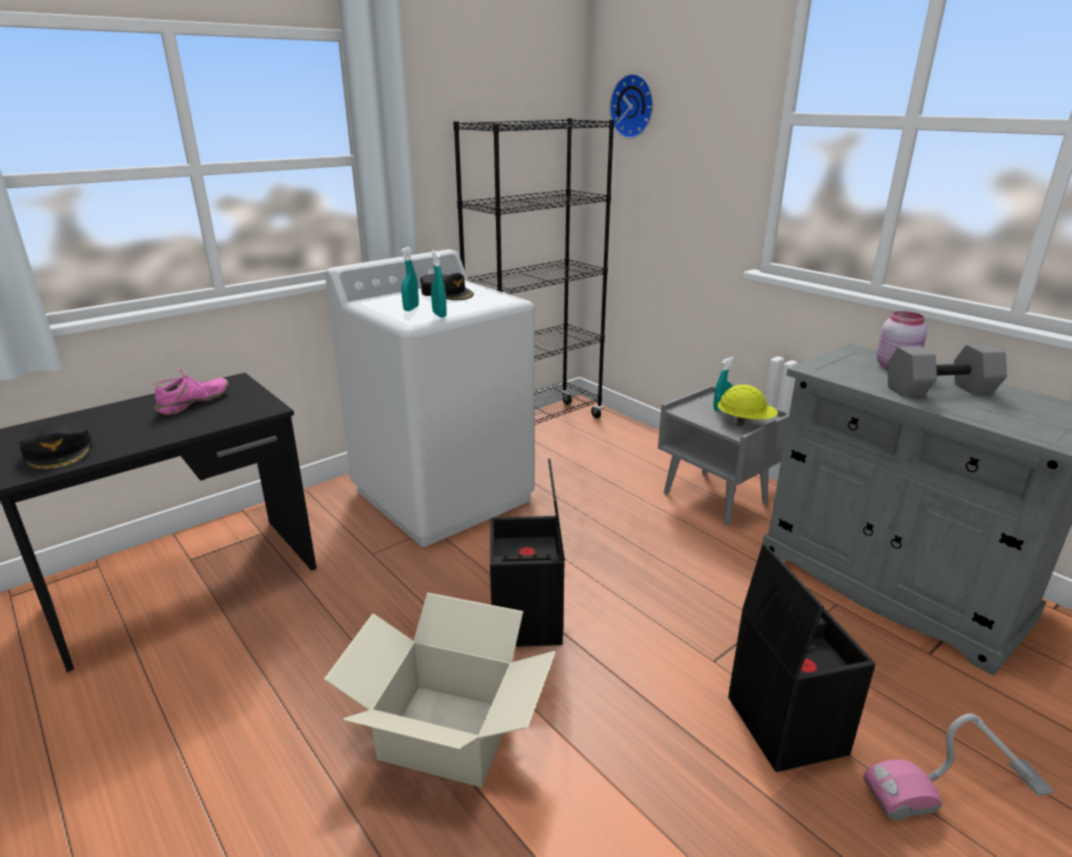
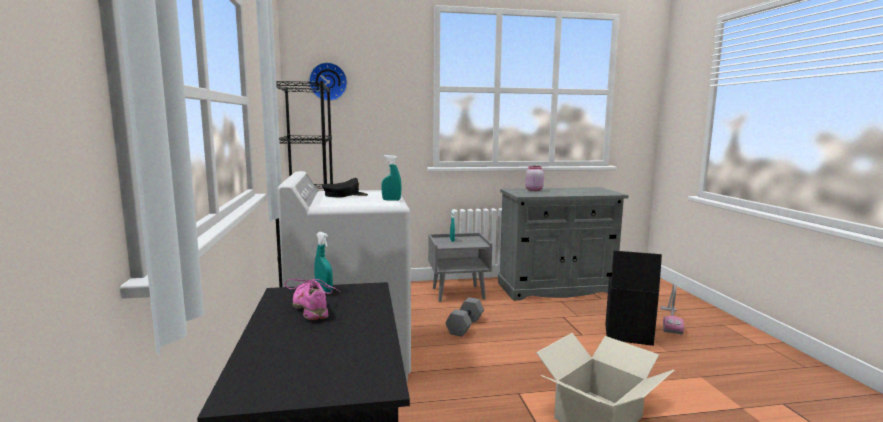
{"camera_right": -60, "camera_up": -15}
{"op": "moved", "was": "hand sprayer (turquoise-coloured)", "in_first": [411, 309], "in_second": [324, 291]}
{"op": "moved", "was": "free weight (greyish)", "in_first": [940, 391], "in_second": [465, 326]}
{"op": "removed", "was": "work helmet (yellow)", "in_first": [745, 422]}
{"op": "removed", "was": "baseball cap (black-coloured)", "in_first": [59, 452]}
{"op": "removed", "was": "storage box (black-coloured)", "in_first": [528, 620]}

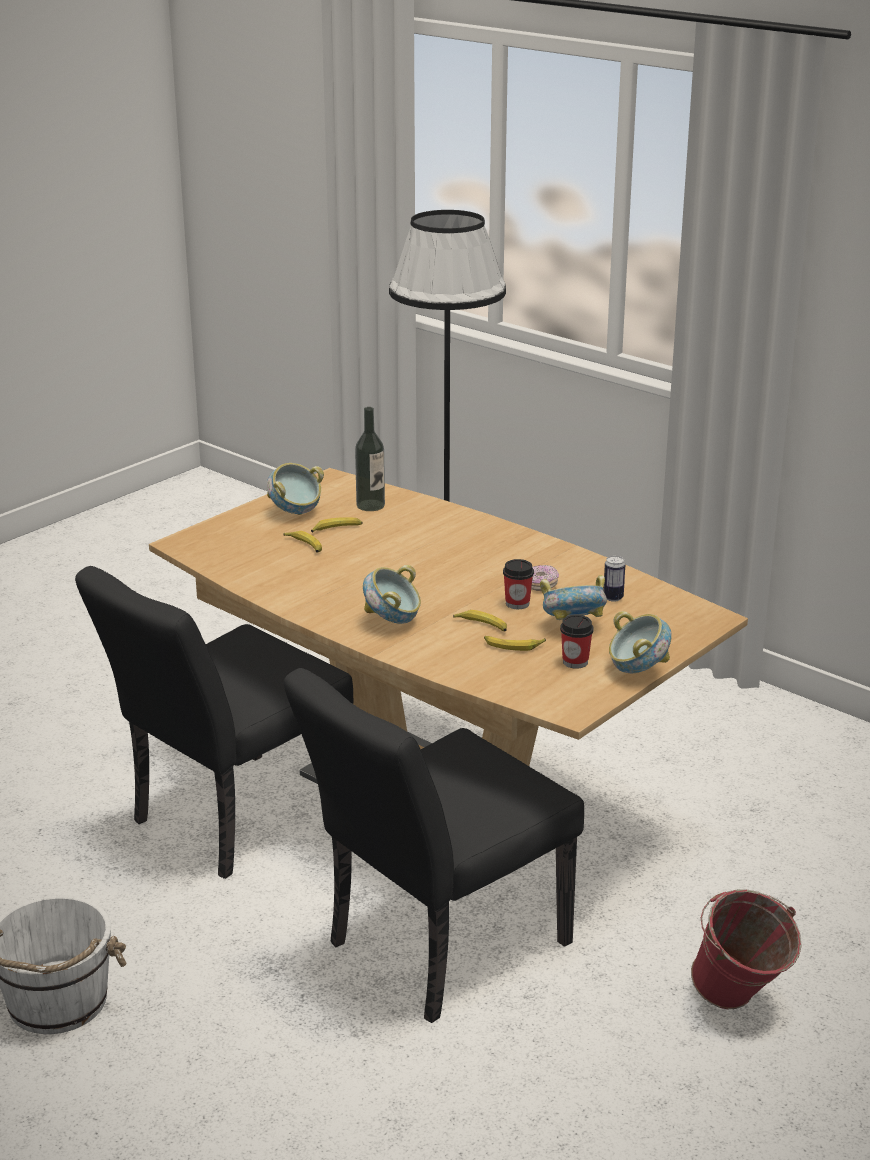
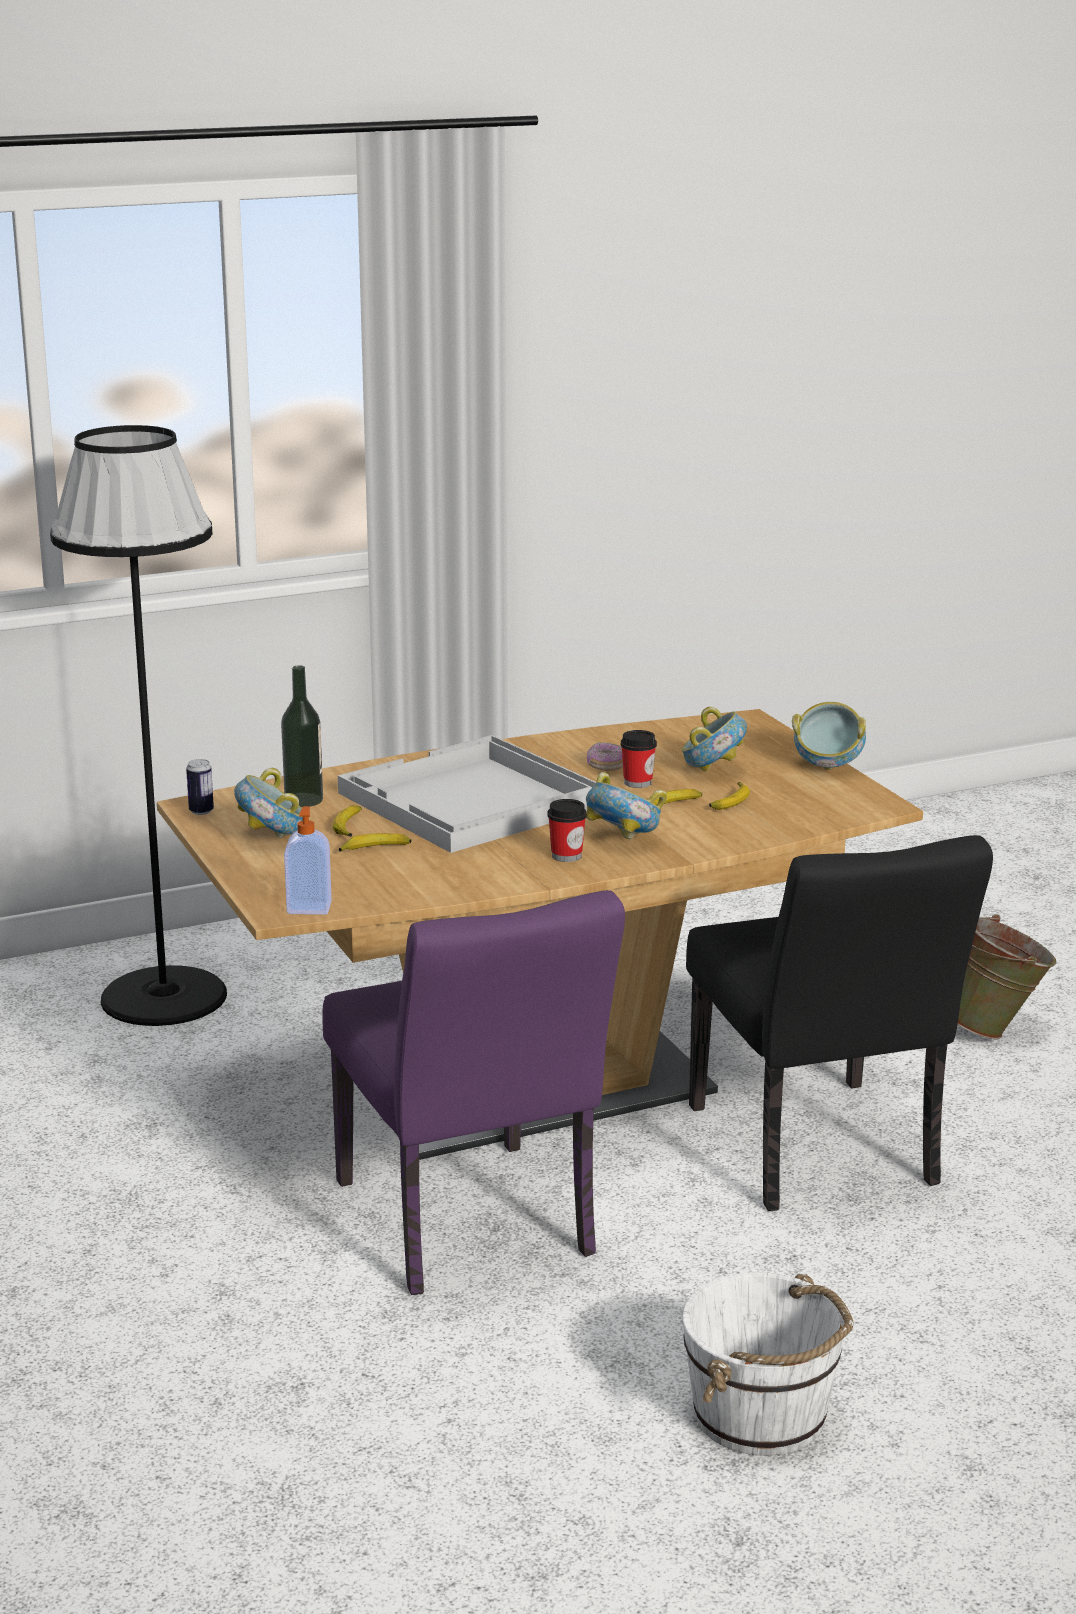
{"camera_right": -65, "camera_up": -5}
{"op": "moved", "was": "sealed can", "in_first": [613, 598], "in_second": [201, 811]}
{"op": "recoloured", "was": "upright chair (black-coloured)", "now": "upright chair (purple)", "in_first": [228, 821], "in_second": [471, 1229]}
{"op": "moved", "was": "cup", "in_first": [575, 662], "in_second": [566, 856]}
{"op": "recoloured", "was": "water bucket (reddish)", "now": "water bucket (green-coloured)", "in_first": [738, 1004], "in_second": [995, 1031]}
{"op": "added", "now": "serving tray (whitish)", "in_second": [472, 800]}
{"op": "added", "now": "soap dispenser", "in_second": [309, 908]}

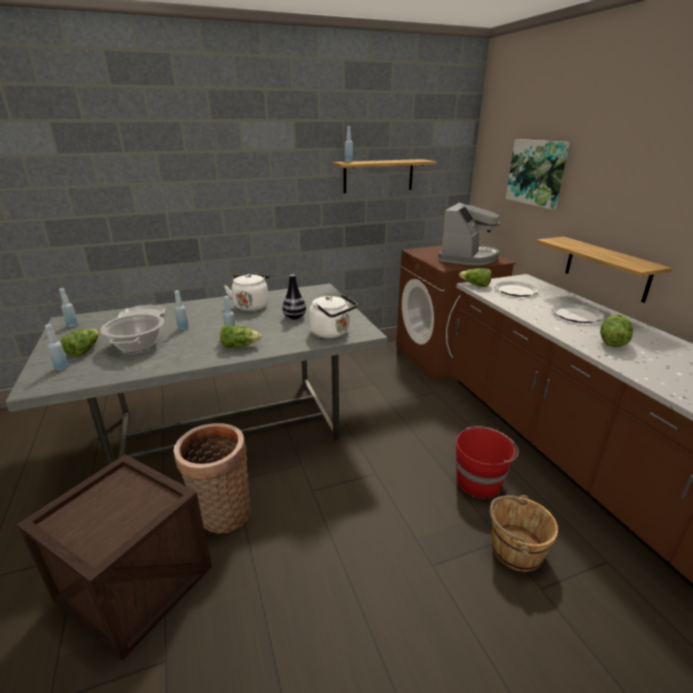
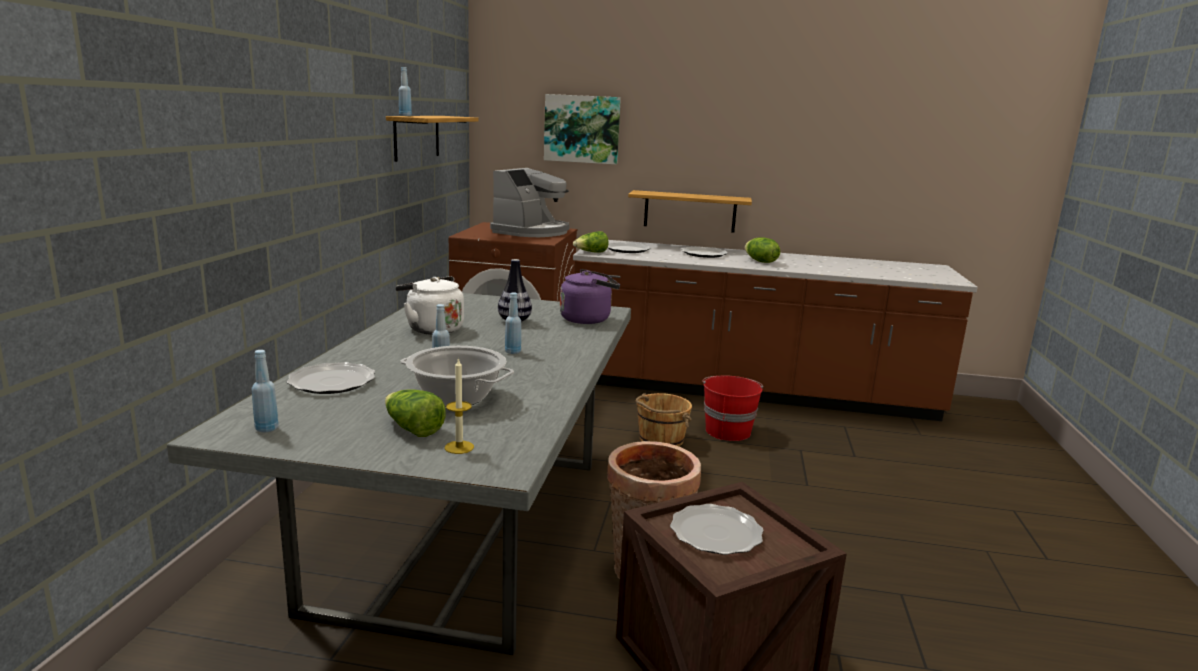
{"camera_right": -60, "camera_up": -10}
{"op": "turned", "was": "coffee machine", "in_first": [468, 257], "in_second": [532, 232], "clockwise": 60}
{"op": "recoloured", "was": "tea kettle (whitish)", "now": "tea kettle (purple)", "in_first": [332, 333], "in_second": [588, 319]}
{"op": "replaced", "was": "beverage bottle (blue-coloured)", "now": "wax candle", "in_first": [62, 367], "in_second": [459, 447]}
{"op": "removed", "was": "head of lettuce", "in_first": [240, 346]}
{"op": "moved", "was": "water bucket (brown-coloured)", "in_first": [515, 549], "in_second": [660, 439]}
{"op": "added", "now": "dinner plate", "in_second": [716, 533]}

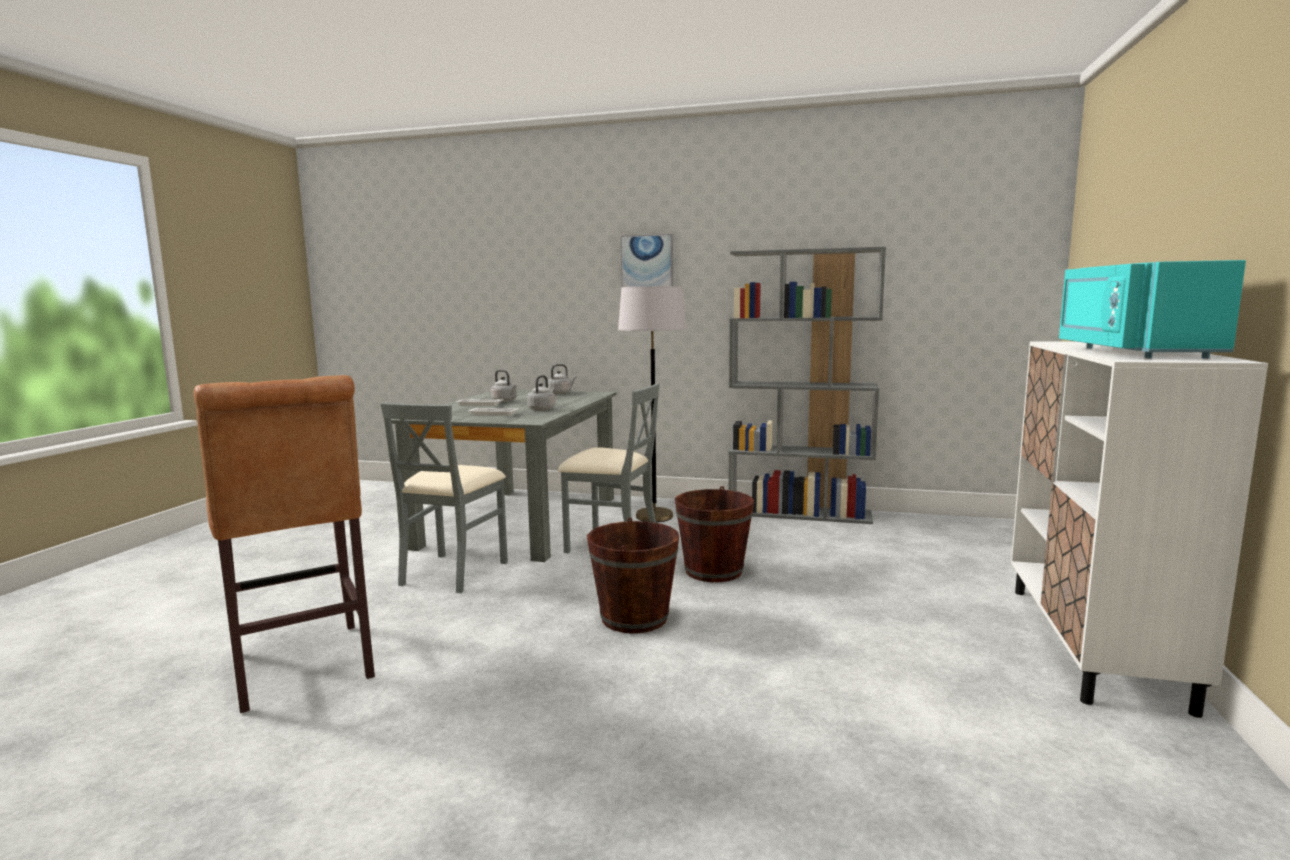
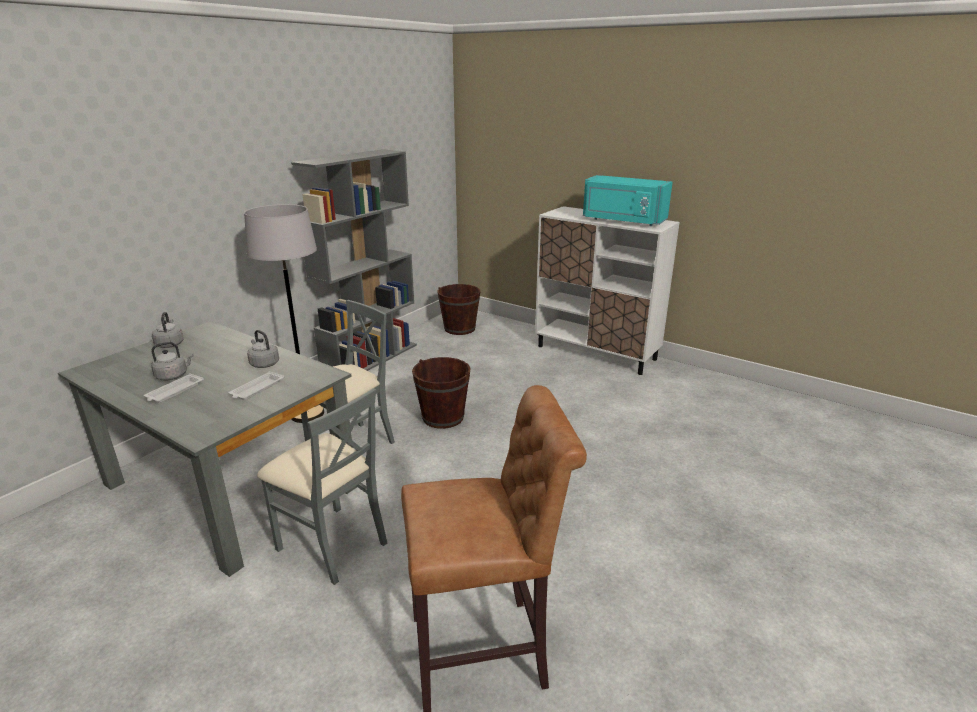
{"camera_right": -70, "camera_up": 15}
{"op": "removed", "was": "wall art", "in_first": [647, 262]}
{"op": "moved", "was": "water bucket (brown-coloured)", "in_first": [634, 618], "in_second": [459, 328]}

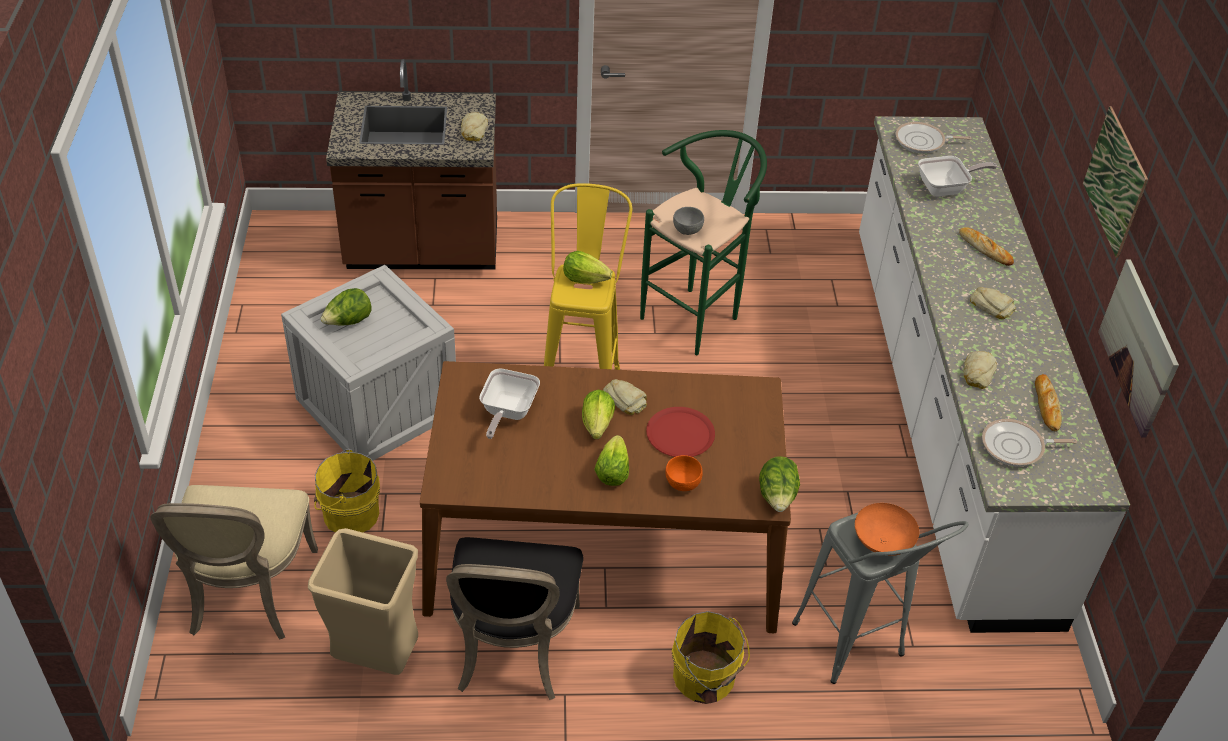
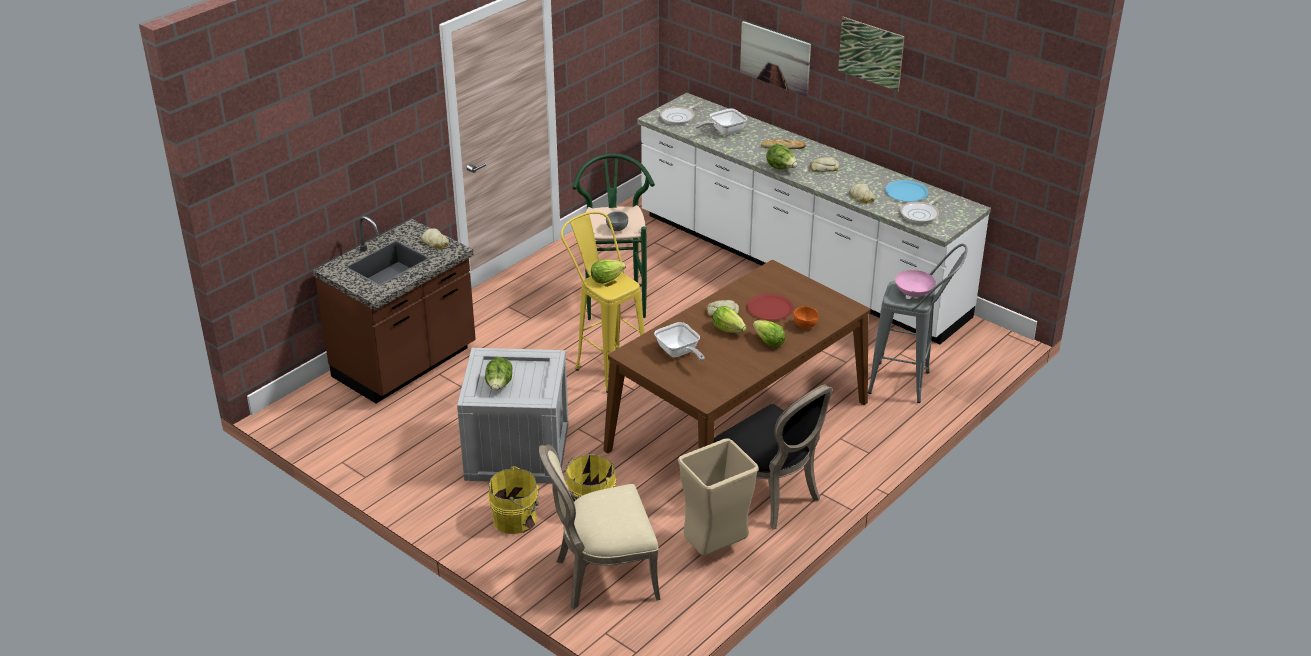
{"camera_right": -45, "camera_up": -10}
{"op": "turned", "was": "pan", "in_first": [946, 188], "in_second": [724, 132], "clockwise": -150}
{"op": "moved", "was": "wall art", "in_first": [1138, 347], "in_second": [775, 58]}
{"op": "replaced", "was": "bakery bread", "now": "dinner plate (blue-coloured)", "in_first": [1046, 405], "in_second": [906, 192]}
{"op": "moved", "was": "head of lettuce", "in_first": [777, 497], "in_second": [781, 168]}
{"op": "turned", "was": "upright chair (beige-coloured)", "in_first": [248, 595], "in_second": [602, 577], "clockwise": 120}
{"op": "recoloured", "was": "bowl (orange)", "now": "bowl (pink-coloured)", "in_first": [883, 543], "in_second": [914, 293]}
{"op": "moved", "was": "water bucket (yellow)", "in_first": [706, 679], "in_second": [517, 519]}

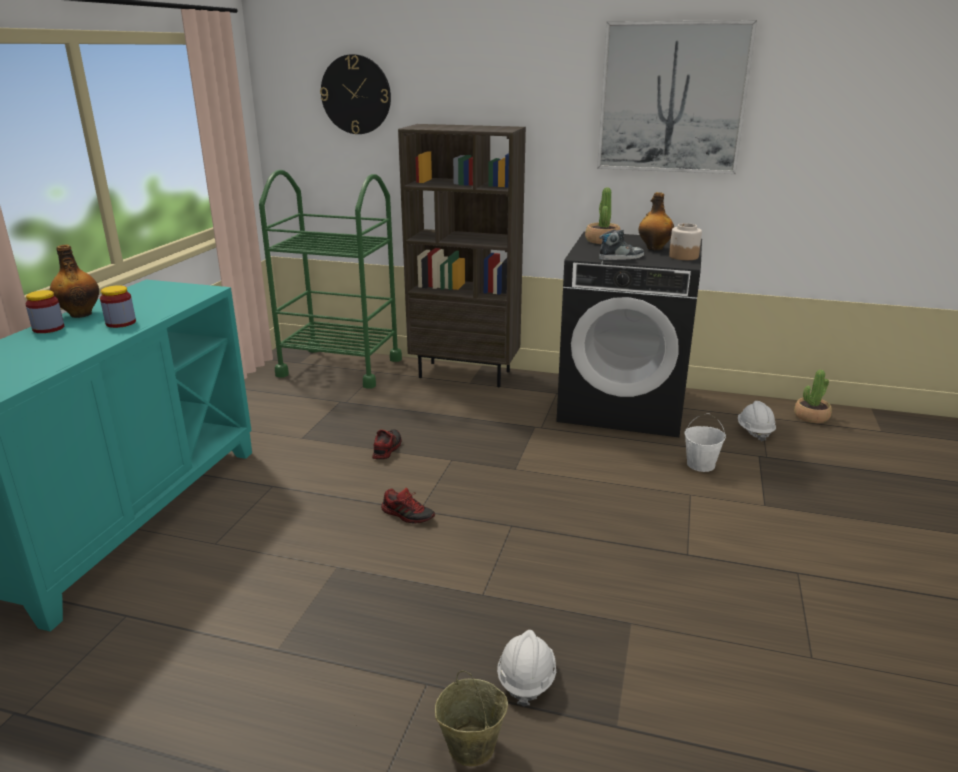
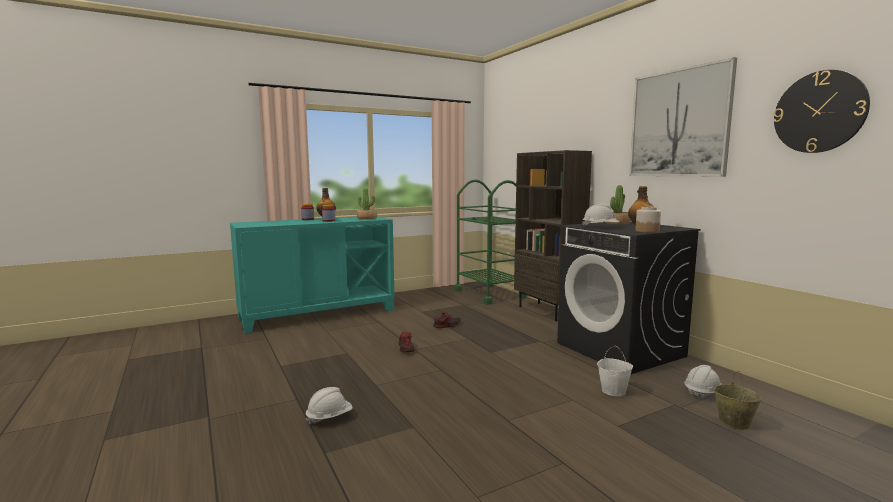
{"camera_right": 45, "camera_up": -15}
{"op": "moved", "was": "wall clock", "in_first": [356, 95], "in_second": [819, 112]}
{"op": "replaced", "was": "shoe", "now": "work helmet (whitish)", "in_first": [621, 257], "in_second": [600, 227]}
{"op": "moved", "was": "potted plant", "in_first": [811, 416], "in_second": [367, 218]}
{"op": "moved", "was": "water bucket (beige-coloured)", "in_first": [470, 746], "in_second": [733, 422]}

